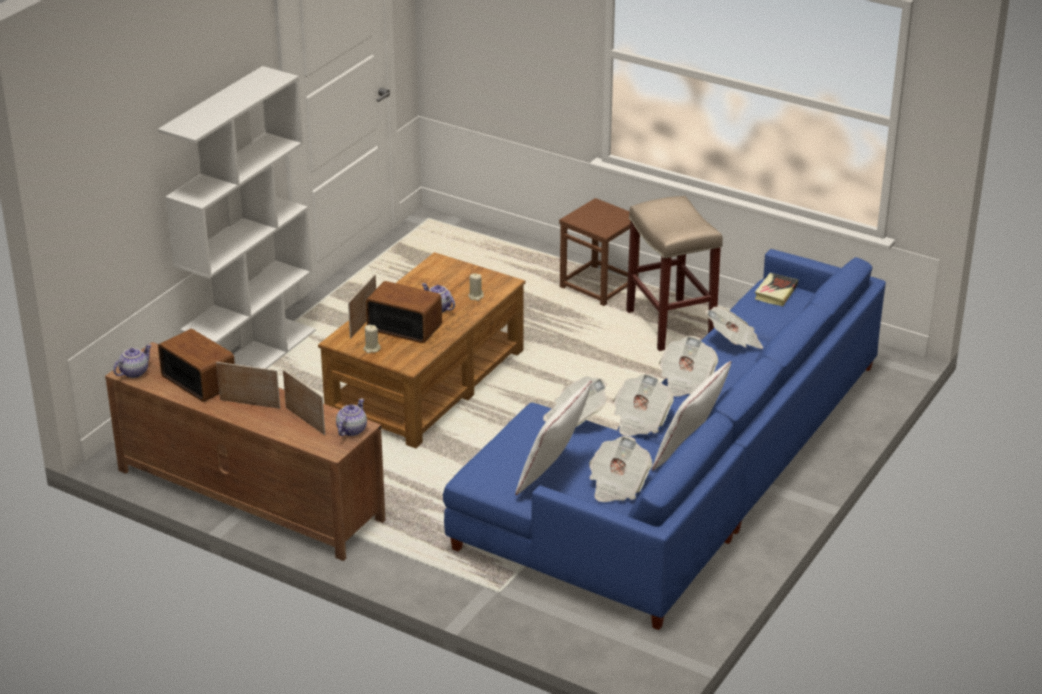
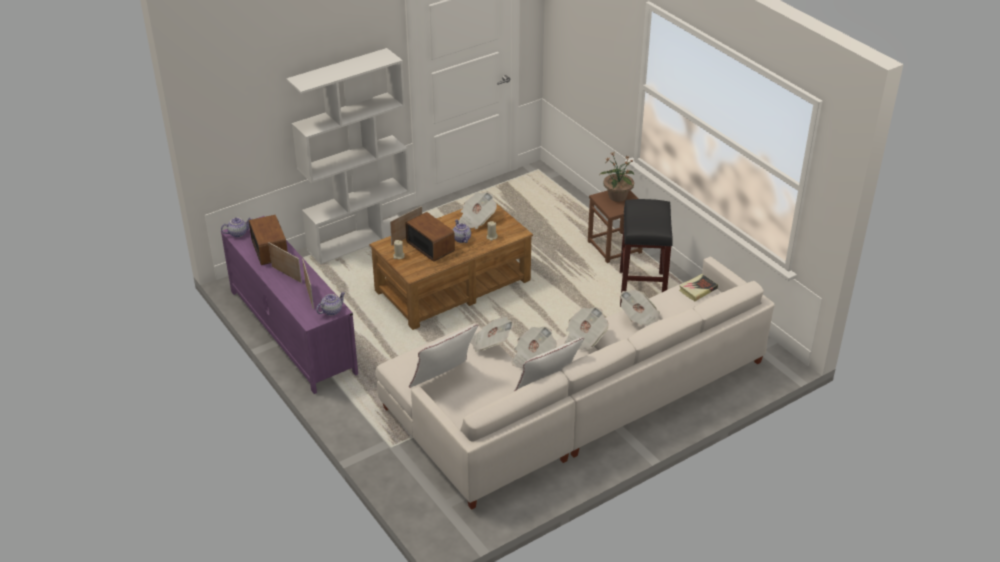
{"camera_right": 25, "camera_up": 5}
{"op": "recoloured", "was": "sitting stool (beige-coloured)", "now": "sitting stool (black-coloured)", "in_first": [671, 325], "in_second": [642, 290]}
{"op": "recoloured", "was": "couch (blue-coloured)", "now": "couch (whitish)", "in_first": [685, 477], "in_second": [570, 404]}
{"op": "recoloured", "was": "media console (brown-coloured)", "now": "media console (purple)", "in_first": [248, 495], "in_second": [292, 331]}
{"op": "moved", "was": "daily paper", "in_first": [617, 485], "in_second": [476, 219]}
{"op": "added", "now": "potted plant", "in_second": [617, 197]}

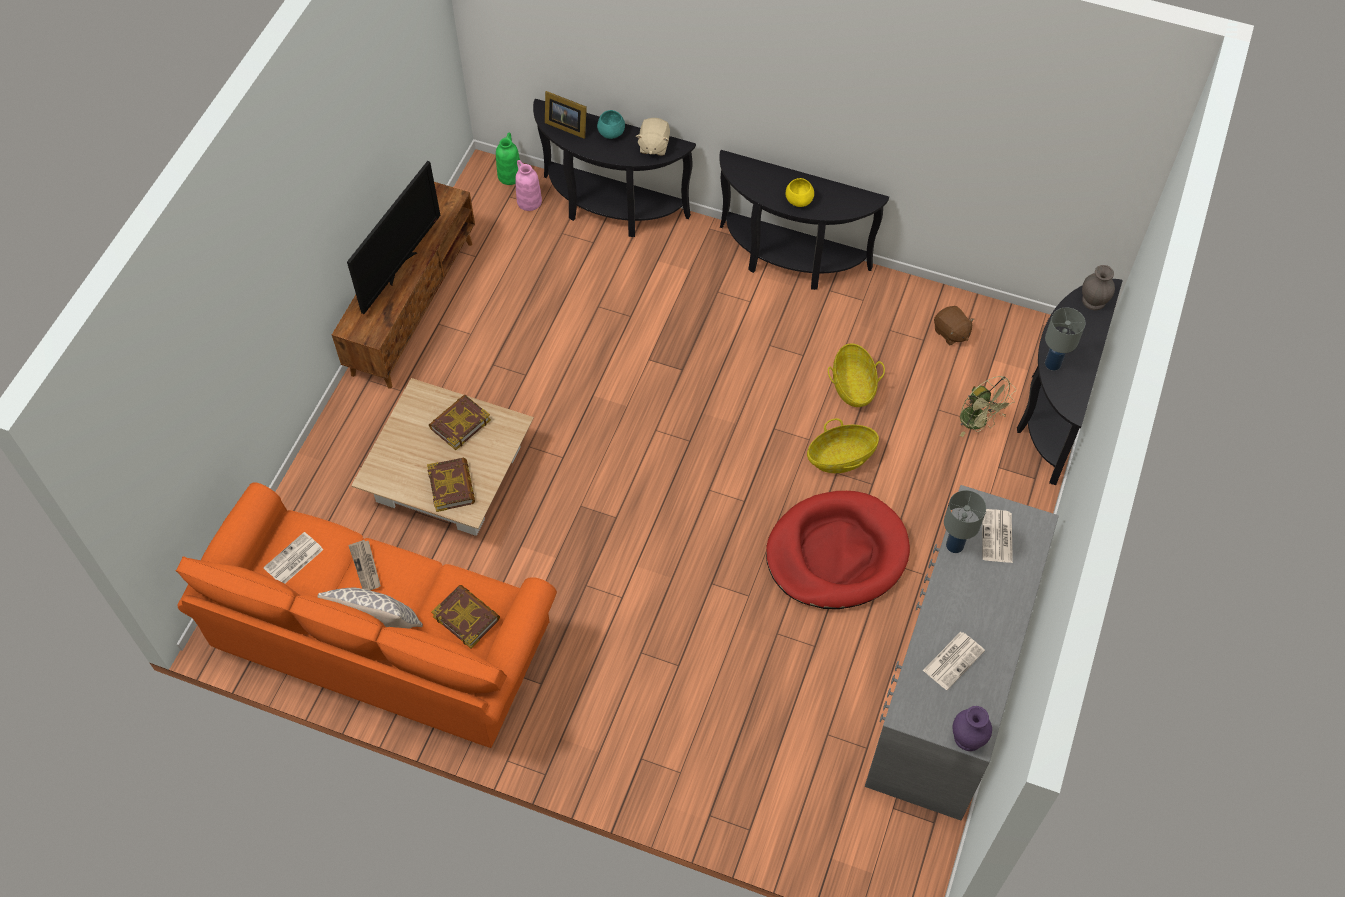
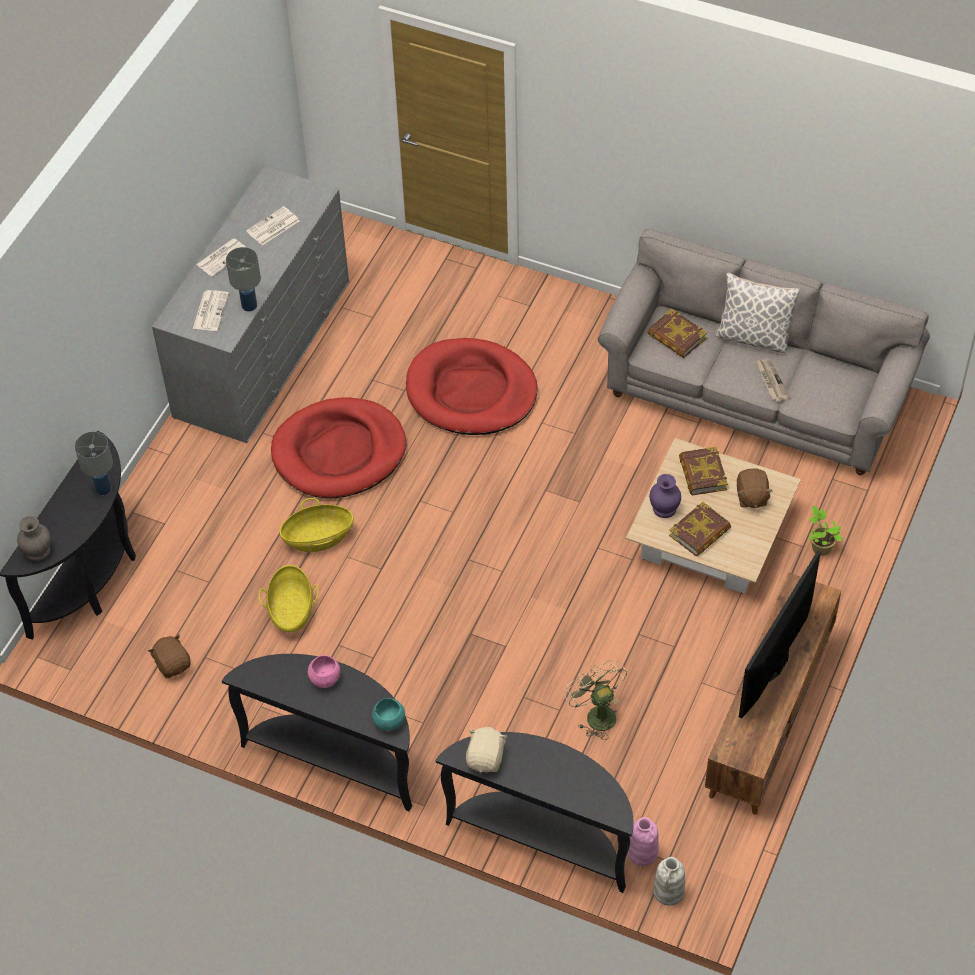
{"camera_right": -175, "camera_up": -5}
{"op": "removed", "was": "photo frame", "in_first": [566, 126]}
{"op": "moved", "was": "bowl (turquoise-coloured)", "in_first": [611, 133], "in_second": [388, 721]}
{"op": "recoloured", "was": "vase (green-coloured)", "now": "vase (whitish)", "in_first": [509, 175], "in_second": [669, 892]}
{"op": "recoloured", "was": "bowl (yellow)", "now": "bowl (pink-coloured)", "in_first": [799, 200], "in_second": [325, 679]}
{"op": "moved", "was": "cooling fan (green-coloured)", "in_first": [978, 422], "in_second": [596, 713]}
{"op": "recoloured", "was": "couch (orange)", "now": "couch (greyish)", "in_first": [384, 641], "in_second": [756, 395]}
{"op": "moved", "was": "daily paper", "in_first": [293, 560], "in_second": [222, 257]}
{"op": "moved", "was": "vase (purple)", "in_first": [967, 736], "in_second": [664, 509]}
{"op": "added", "now": "dog bed (reddish)", "in_second": [471, 391]}
{"op": "added", "now": "plush toy (brown-coloured)", "in_second": [751, 497]}
{"op": "added", "now": "potted plant", "in_second": [820, 547]}

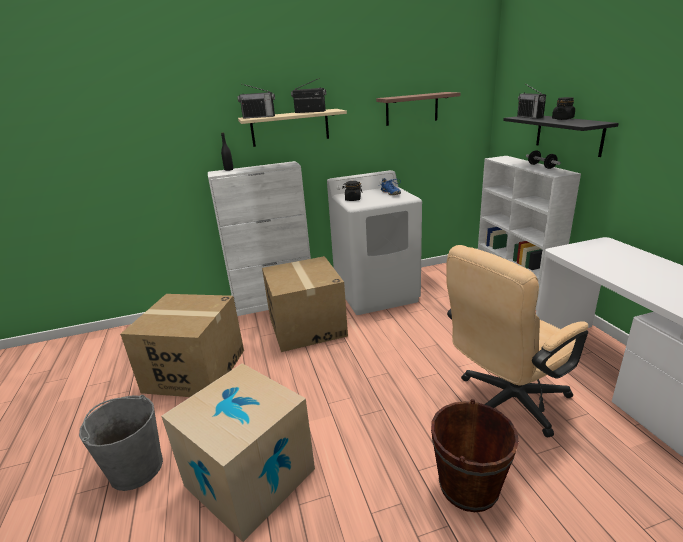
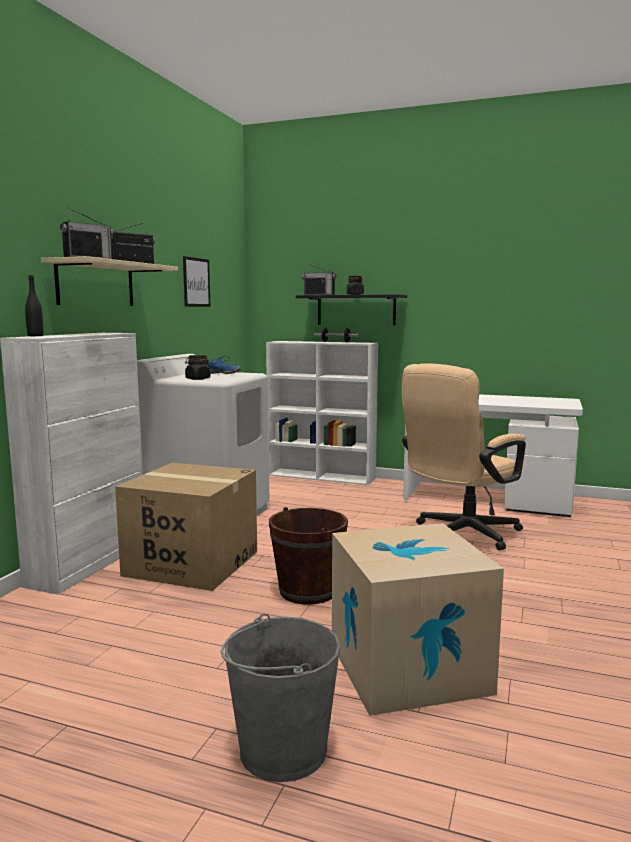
{"camera_right": -55, "camera_up": -15}
{"op": "replaced", "was": "bracket shelf", "now": "wall art", "in_first": [412, 109], "in_second": [196, 282]}
{"op": "turned", "was": "office chair (beige-coloured)", "in_first": [505, 403], "in_second": [460, 535], "clockwise": 45}
{"op": "removed", "was": "packing box", "in_first": [195, 370]}
{"op": "moved", "was": "water bucket (brown-coloured)", "in_first": [468, 486], "in_second": [308, 591]}

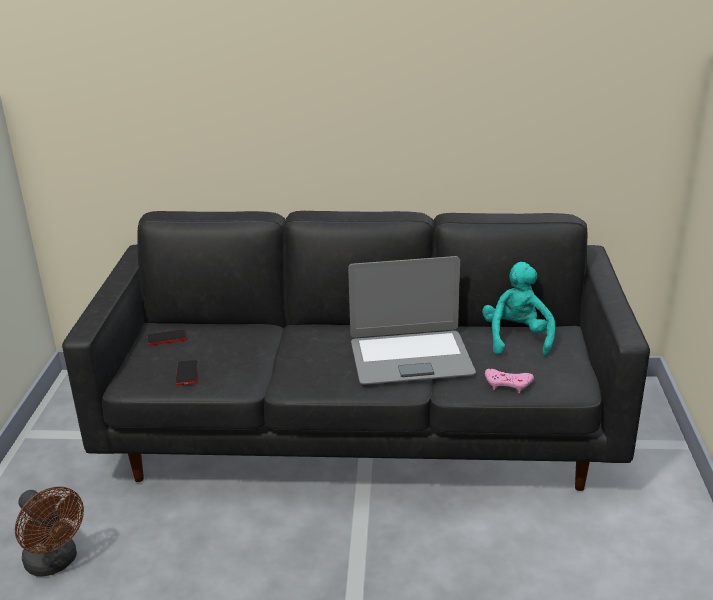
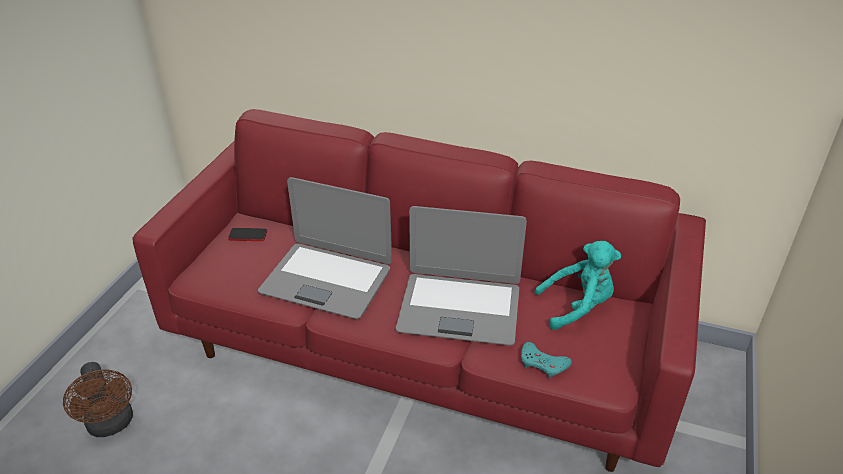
{"camera_right": 15, "camera_up": 10}
{"op": "recoloured", "was": "couch (black-coloured)", "now": "couch (reddish)", "in_first": [361, 434], "in_second": [422, 353]}
{"op": "turned", "was": "plush toy (turquoise-coloured)", "in_first": [517, 338], "in_second": [577, 306], "clockwise": 60}
{"op": "removed", "was": "handset", "in_first": [187, 373]}
{"op": "recoloured", "was": "game controller (pink-coloured)", "now": "game controller (turquoise-coloured)", "in_first": [508, 384], "in_second": [543, 363]}
{"op": "added", "now": "portable computer", "in_second": [327, 280]}

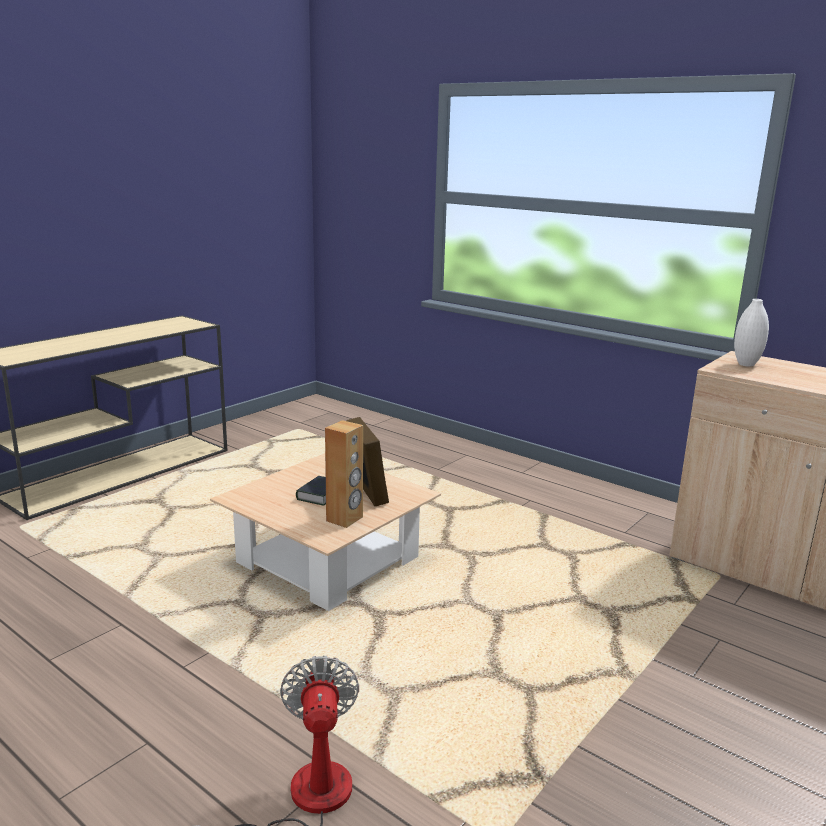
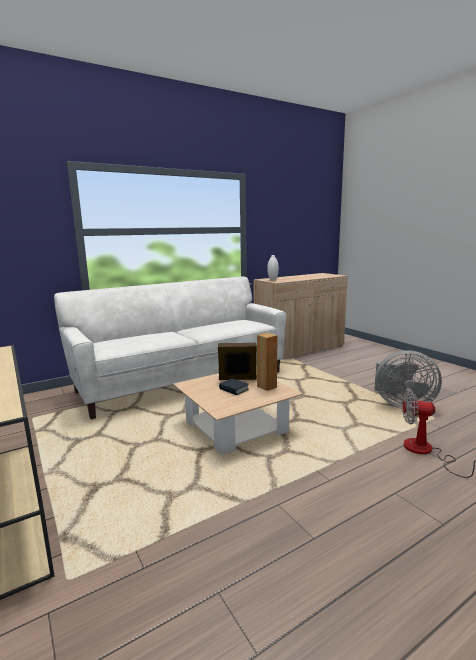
{"camera_right": -70, "camera_up": -5}
{"op": "added", "now": "couch (whitish)", "in_second": [182, 381]}
{"op": "added", "now": "cooling fan (greyish)", "in_second": [401, 404]}

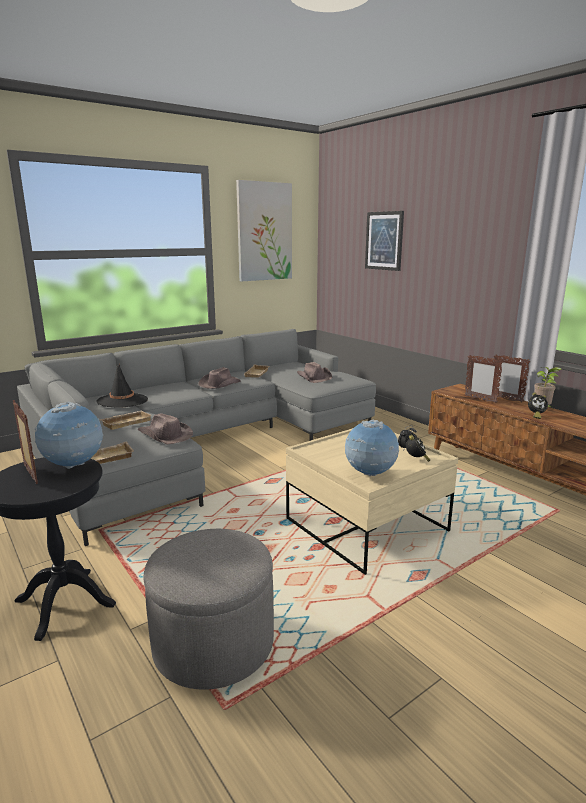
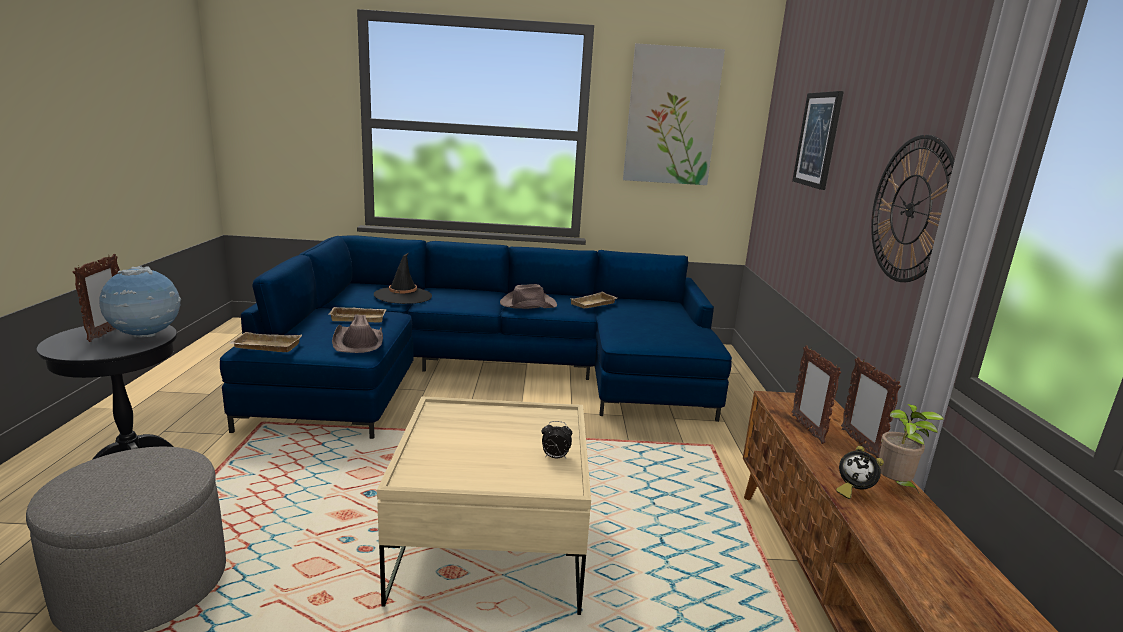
{"camera_right": 35, "camera_up": 0}
{"op": "recoloured", "was": "couch (greyish)", "now": "couch (blue-coloured)", "in_first": [202, 443], "in_second": [487, 371]}
{"op": "removed", "was": "wearable hat (brown-coloured)", "in_first": [314, 377]}
{"op": "removed", "was": "world globe", "in_first": [370, 475]}
{"op": "removed", "was": "alarm clock", "in_first": [416, 460]}
{"op": "added", "now": "wall clock", "in_second": [910, 210]}

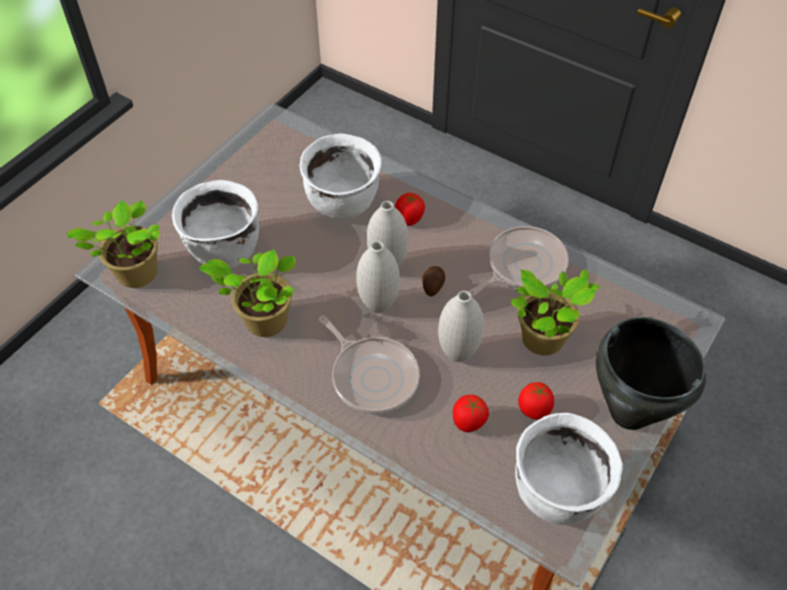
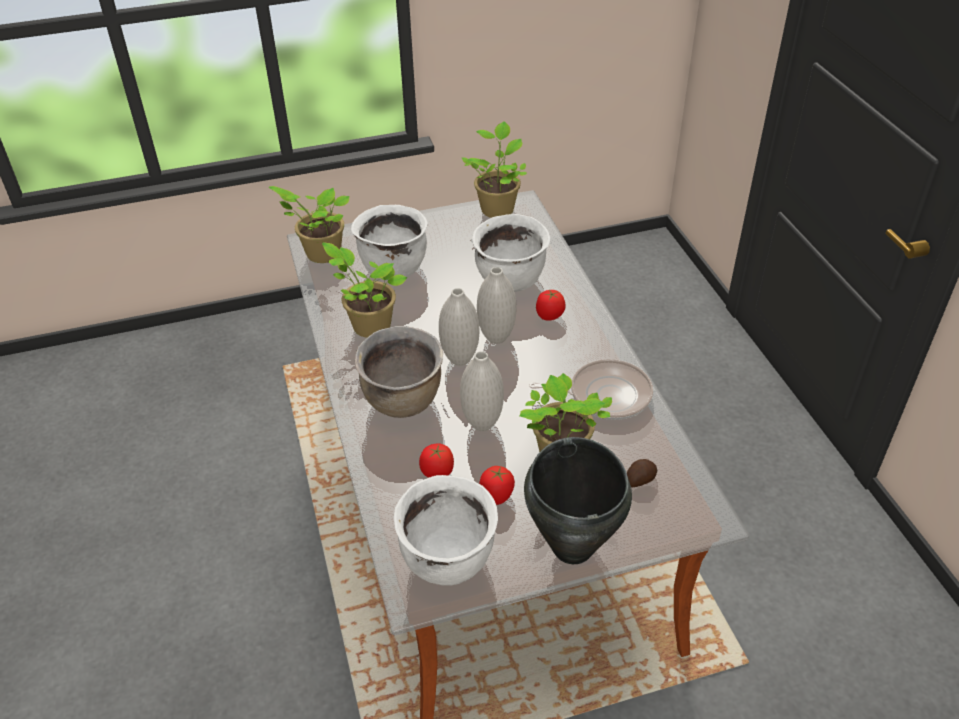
{"camera_right": 40, "camera_up": -10}
{"op": "moved", "was": "potato", "in_first": [432, 286], "in_second": [639, 479]}
{"op": "replaced", "was": "pan", "now": "cooking pot (brown-coloured)", "in_first": [372, 375], "in_second": [403, 401]}
{"op": "added", "now": "potted plant", "in_second": [497, 208]}

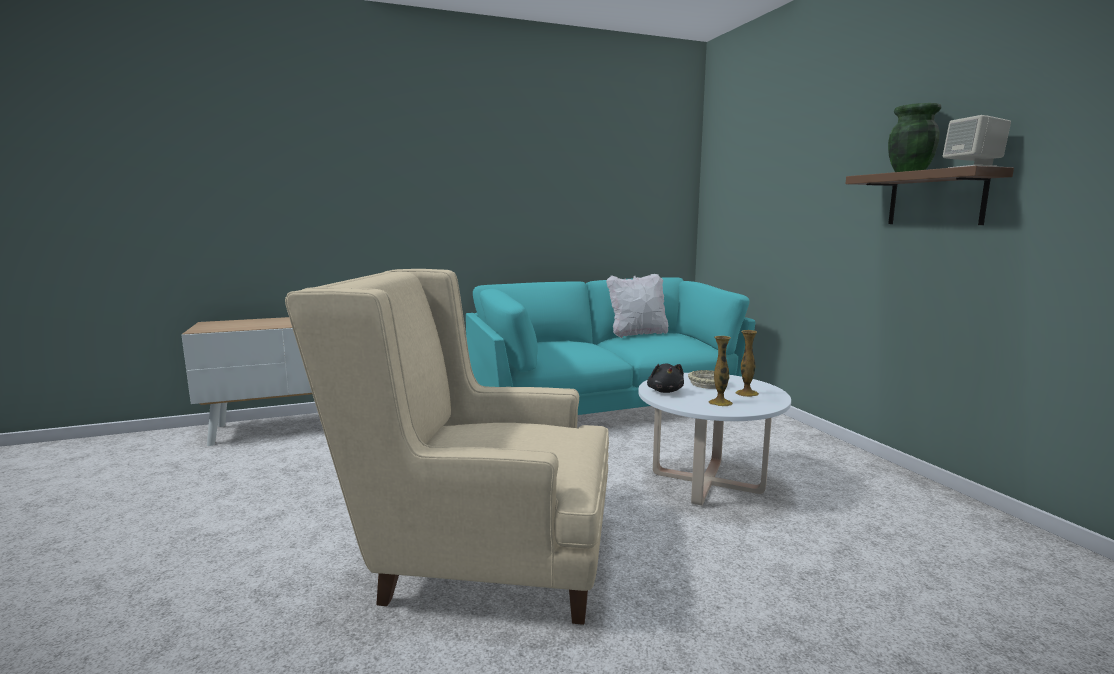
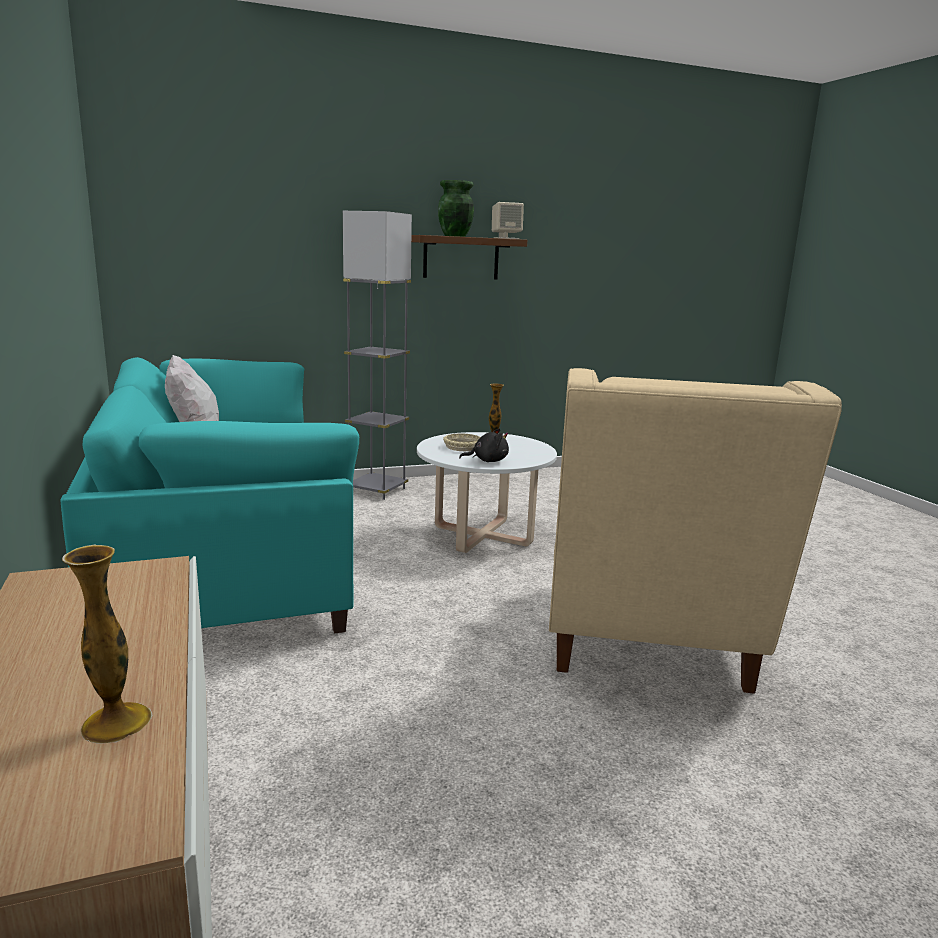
{"camera_right": -90, "camera_up": 5}
{"op": "moved", "was": "vase", "in_first": [720, 403], "in_second": [116, 722]}
{"op": "added", "now": "standing lamp (greyish)", "in_second": [377, 490]}

